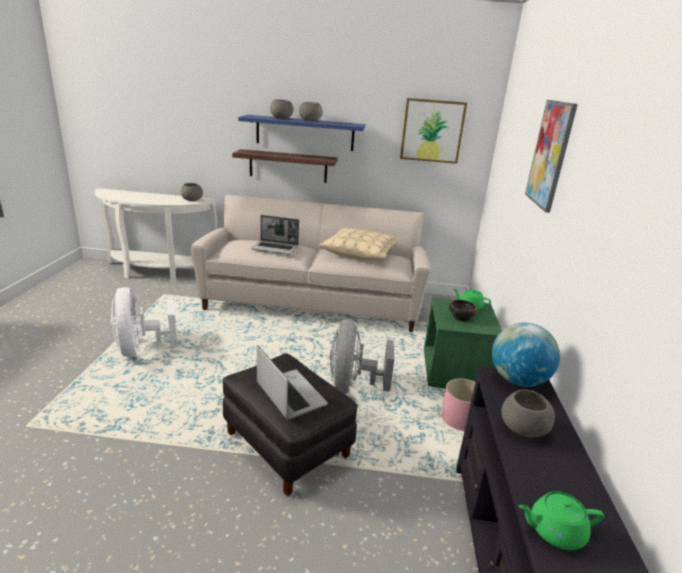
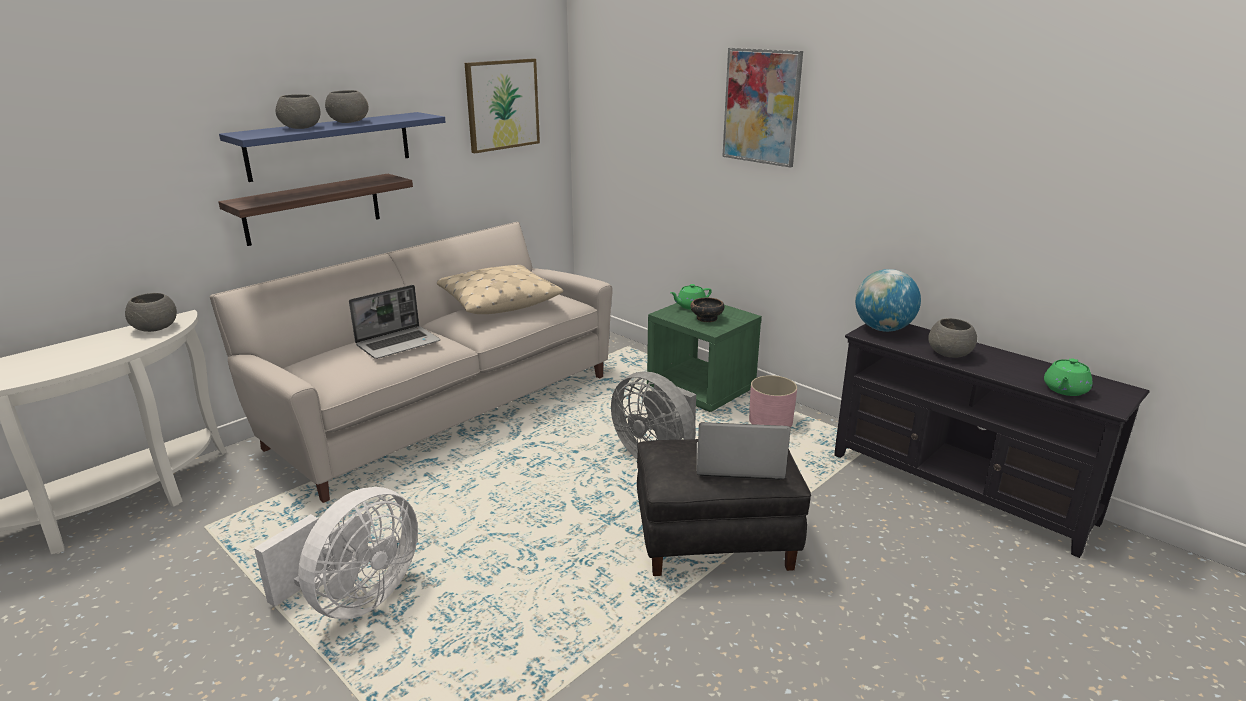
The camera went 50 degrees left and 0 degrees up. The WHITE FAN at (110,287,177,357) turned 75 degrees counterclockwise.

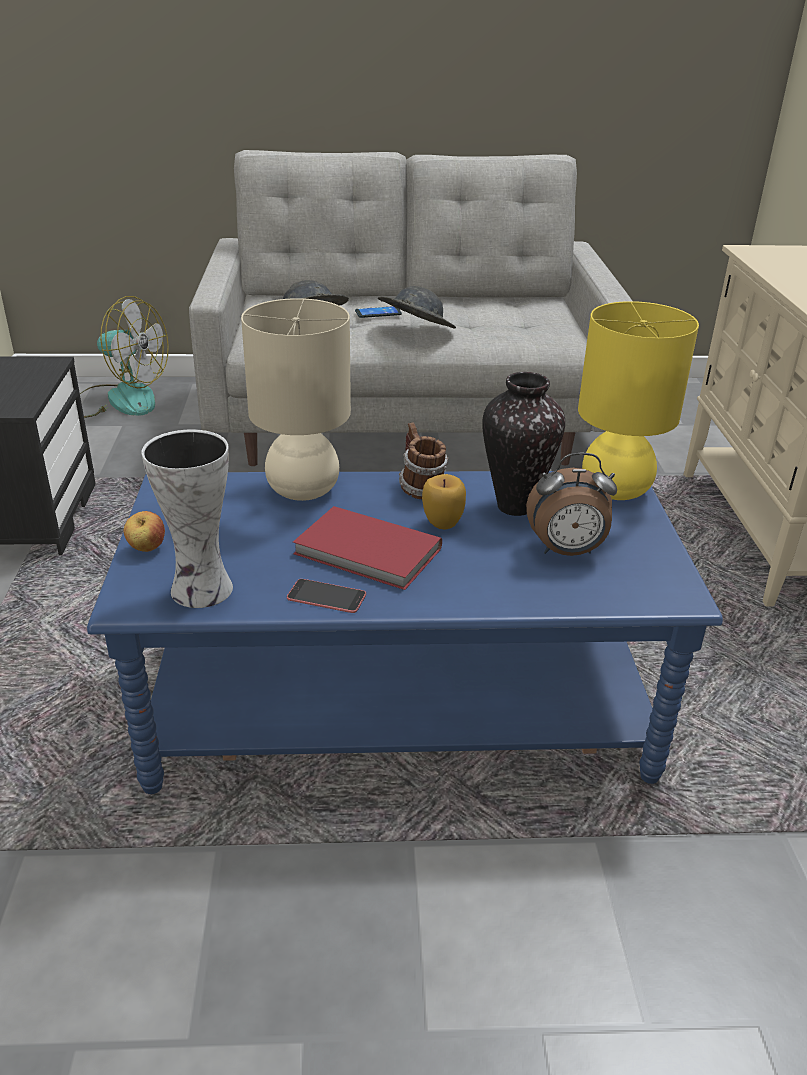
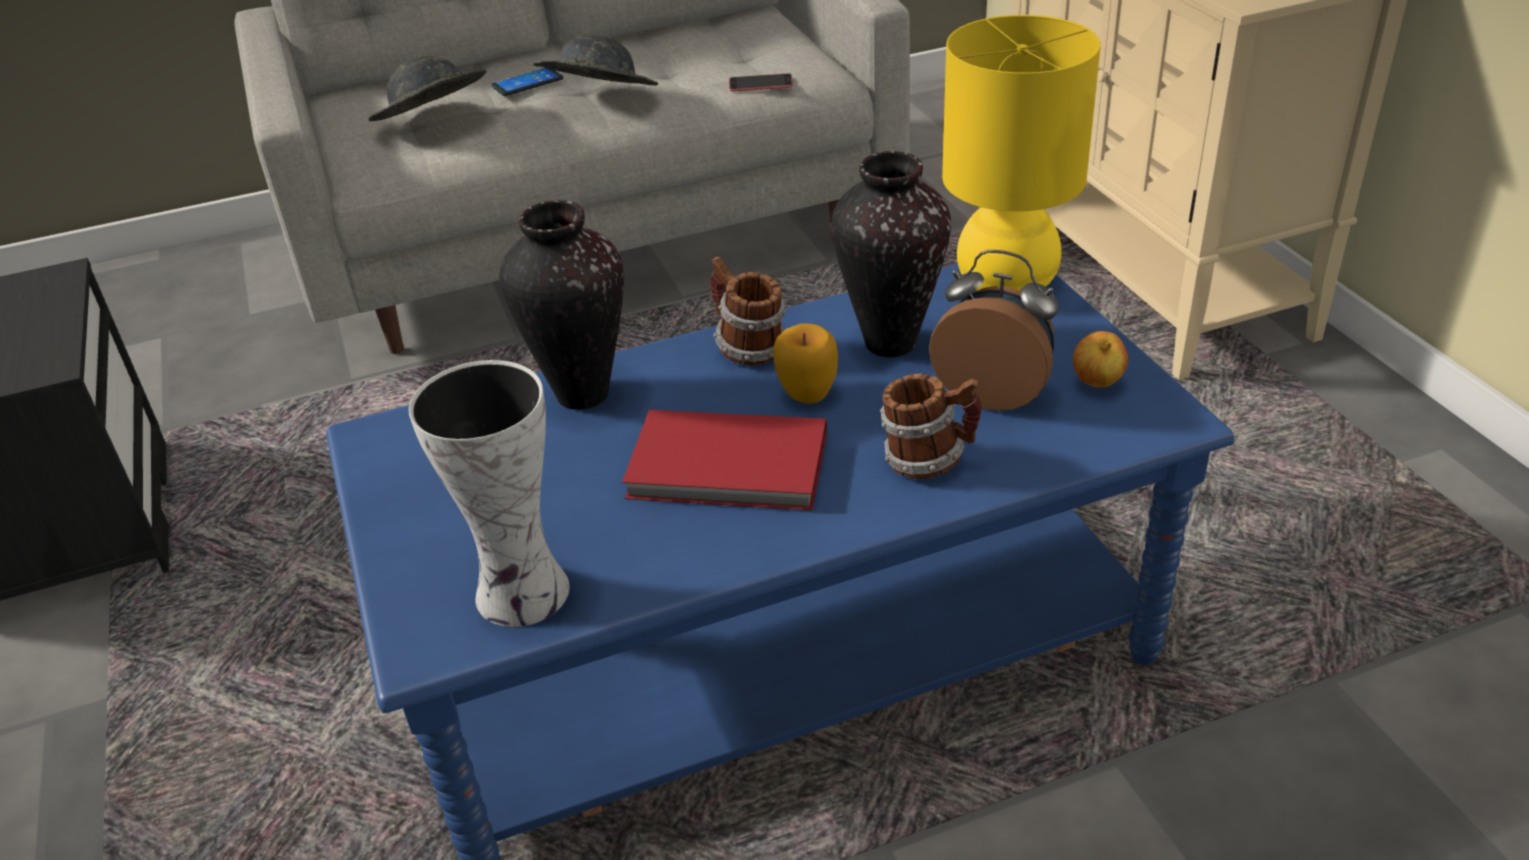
The camera went 15 degrees left and 5 degrees up. The FAN at (80,296,169,418) disappeared. The BEIGE TABLE LAMP at (241,298,351,501) was replaced by the VASE at (499,200,624,410). The ALARM CLOCK at (526,452,617,556) turned 135 degrees counterclockwise. The APPLE moved from (123,511,165,552) to (1073,331,1128,388). The PHONE moved from (287,579,366,613) to (729,73,793,91). The MUG at (880,373,982,479) appeared.

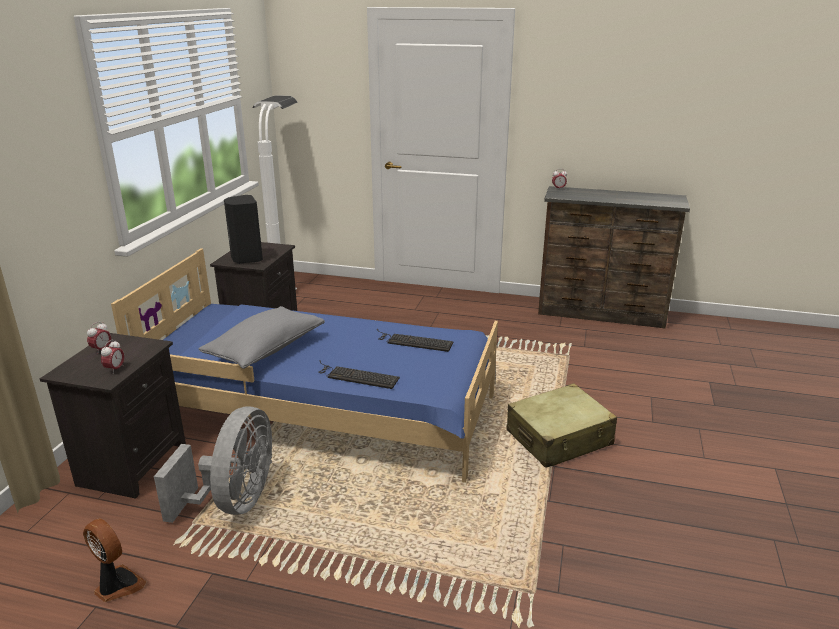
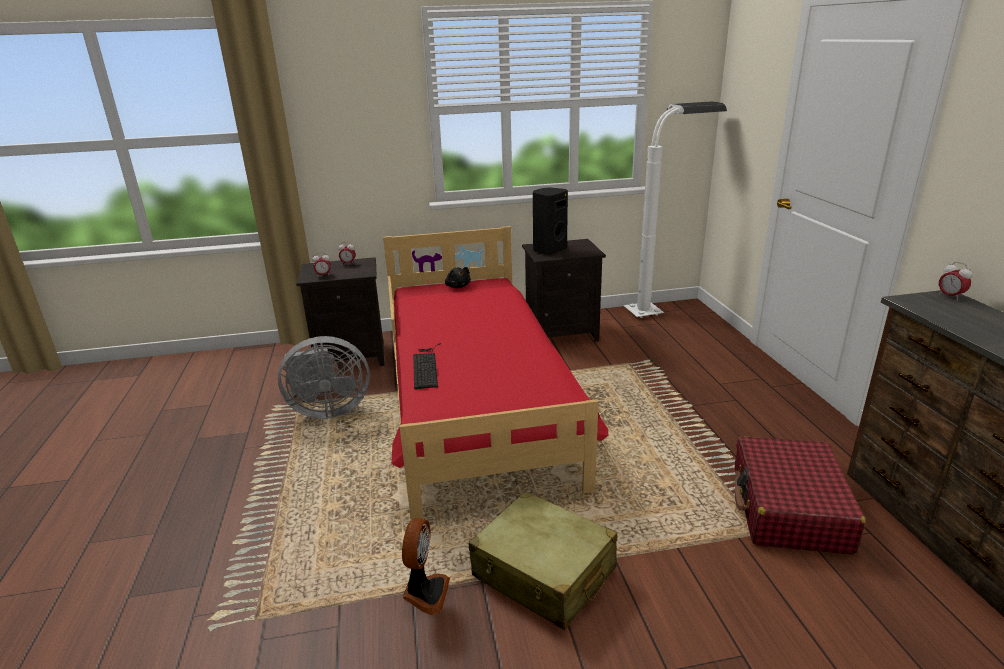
The camera went 65 degrees right and 0 degrees up. The BLUE BED at (111,248,498,483) became the RED BED at (383,226,608,520). The GREY PILLOW at (199,306,325,369) disappeared. The KEYBOARD at (377,329,453,352) disappeared. The FAN moved from (83,518,146,602) to (402,518,450,615). The BLACK PLUSH TOY at (445,267,471,288) appeared. The RED SUITCASE at (735,436,866,555) appeared.

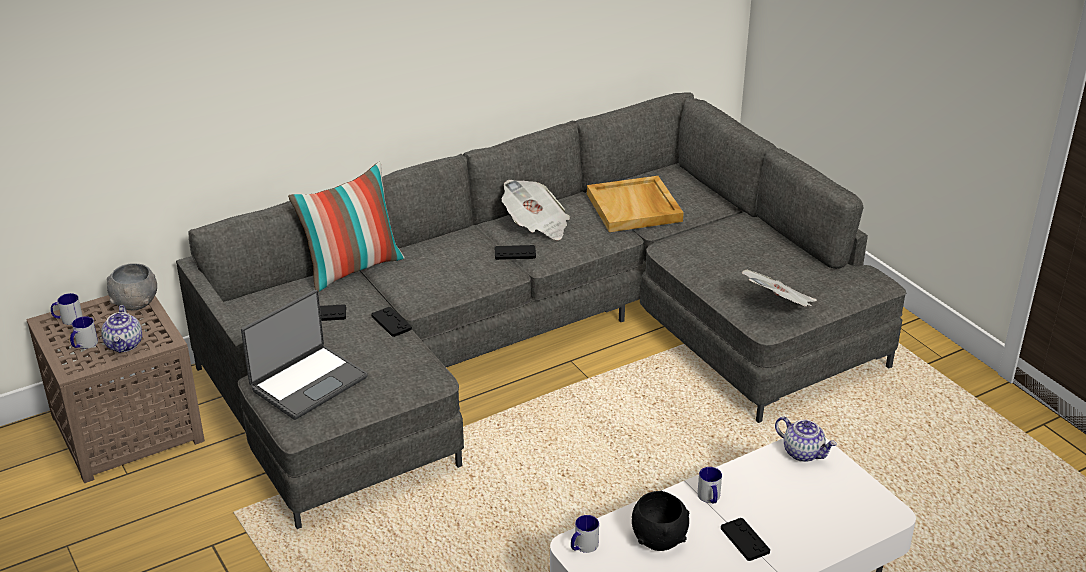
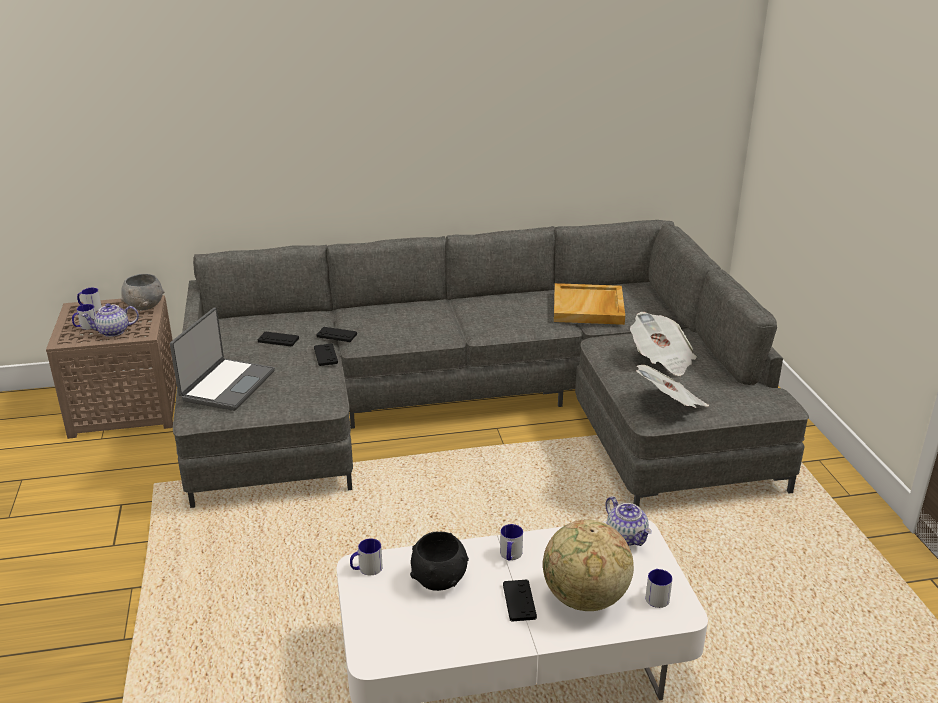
The camera went 20 degrees right and 5 degrees down. The PILLOW at (288,162,405,292) disappeared. The NEWSPAPER moved from (501,180,570,240) to (630,312,697,376). The BLACK GAME CONTROLLER moved from (495,245,536,260) to (316,327,357,342). The LAPTOP at (241,290,368,420) turned 45 degrees counterclockwise. The TEAPOT at (101,305,142,353) turned 60 degrees clockwise. The GLOBE at (543,519,634,611) appeared. The MUG at (646,569,672,608) appeared.

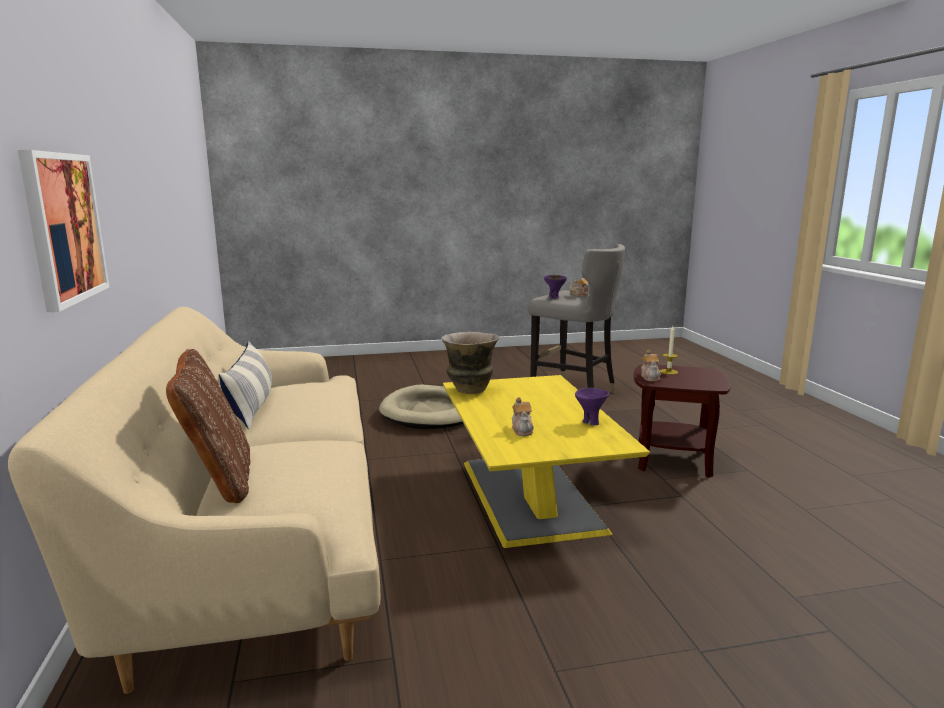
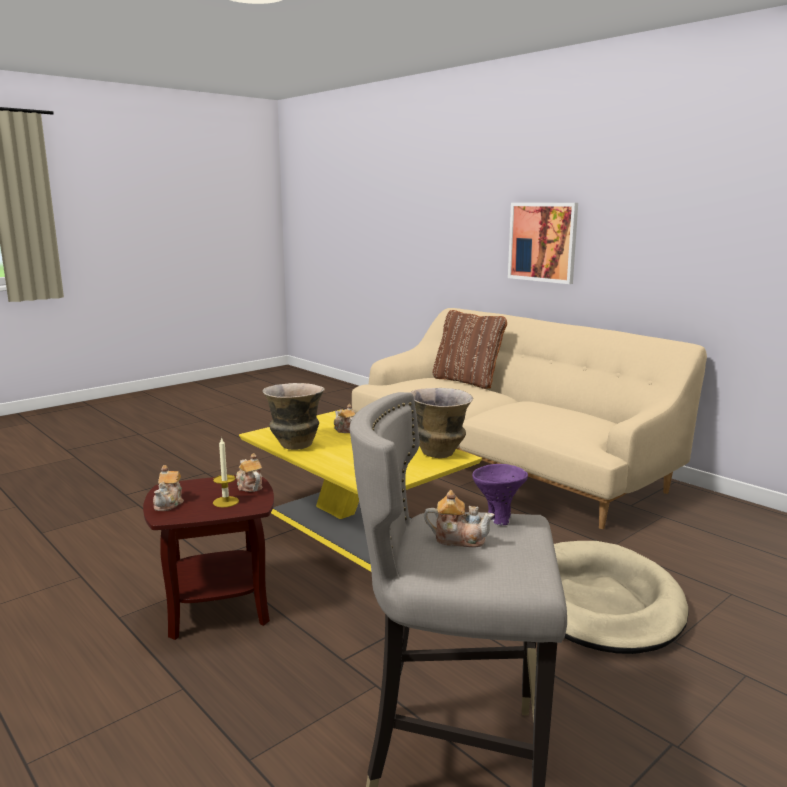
The camera went 150 degrees right and 0 degrees up. The PILLOW at (219,341,272,430) disappeared. The PURPLE BOWL at (575,388,609,426) was replaced by the VASE at (262,383,325,450). The TEAPOT at (153,465,184,511) appeared.

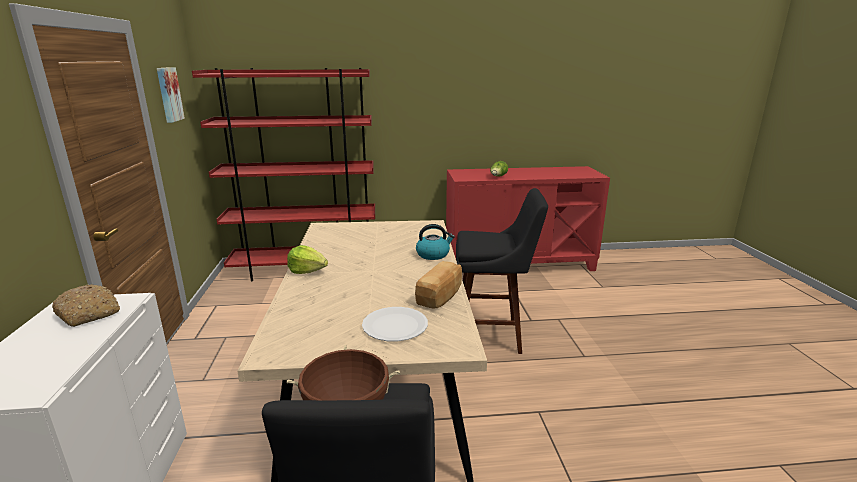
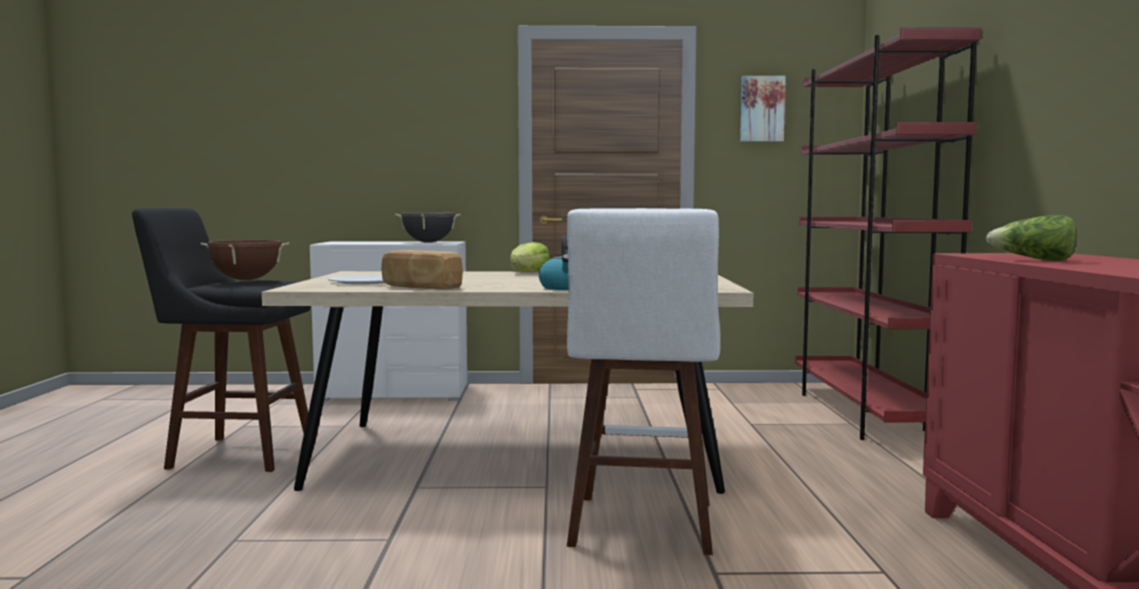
The camera went 95 degrees right and 15 degrees down. The BLACK STOOL at (456,188,548,354) became the WHITE STOOL at (567,208,721,555). The BREAD at (52,284,120,327) was replaced by the BLACK COOKING POT at (395,212,461,243).

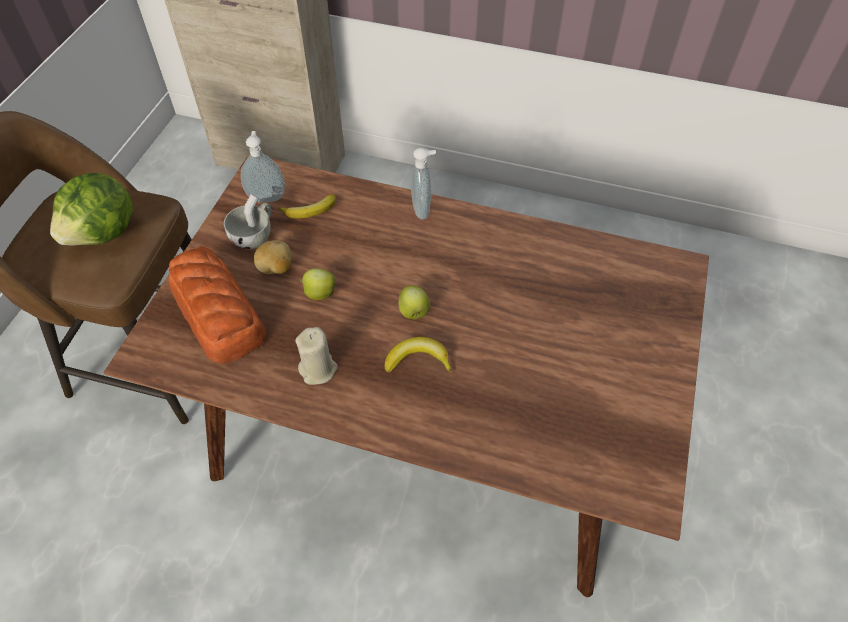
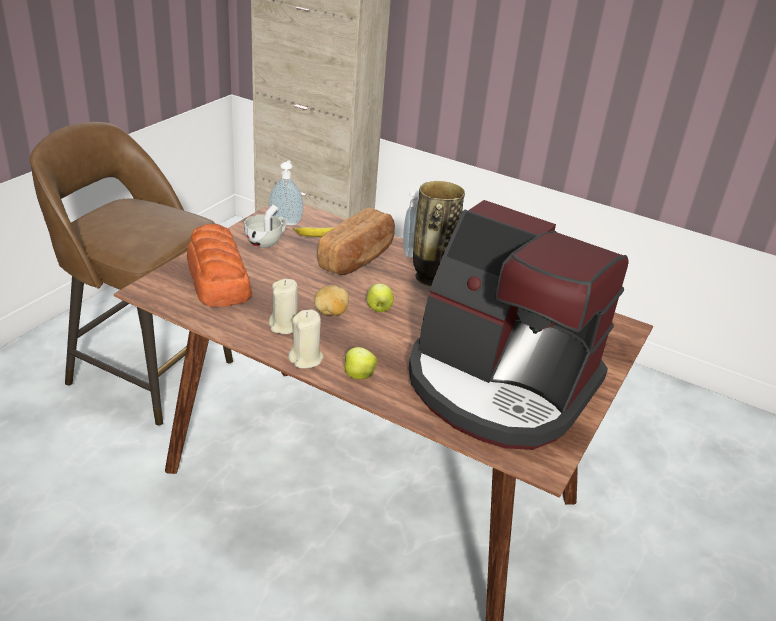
The camera went 10 degrees right and 20 degrees down. The LETTUCE at (50,173,133,246) disappeared. The POTATO moved from (254,240,292,274) to (314,285,349,316). The APPLE moved from (300,268,335,300) to (343,347,378,379). The BANANA at (385,337,452,373) disappeared. The VASE at (413,181,465,286) appeared. The COFFEE MACHINE at (408,200,629,450) appeared. The BREAD at (317,208,395,275) appeared. The BEIGE CANDLE at (288,309,324,368) appeared.

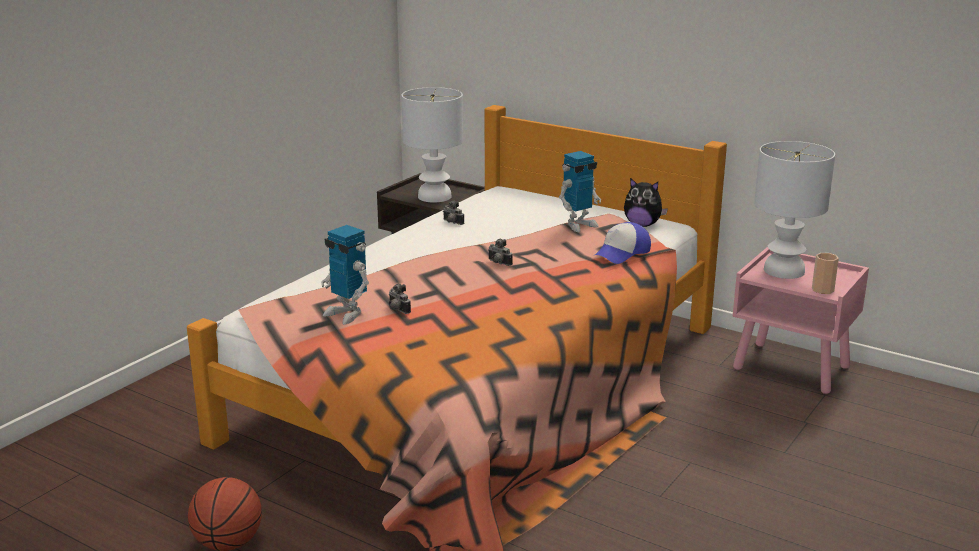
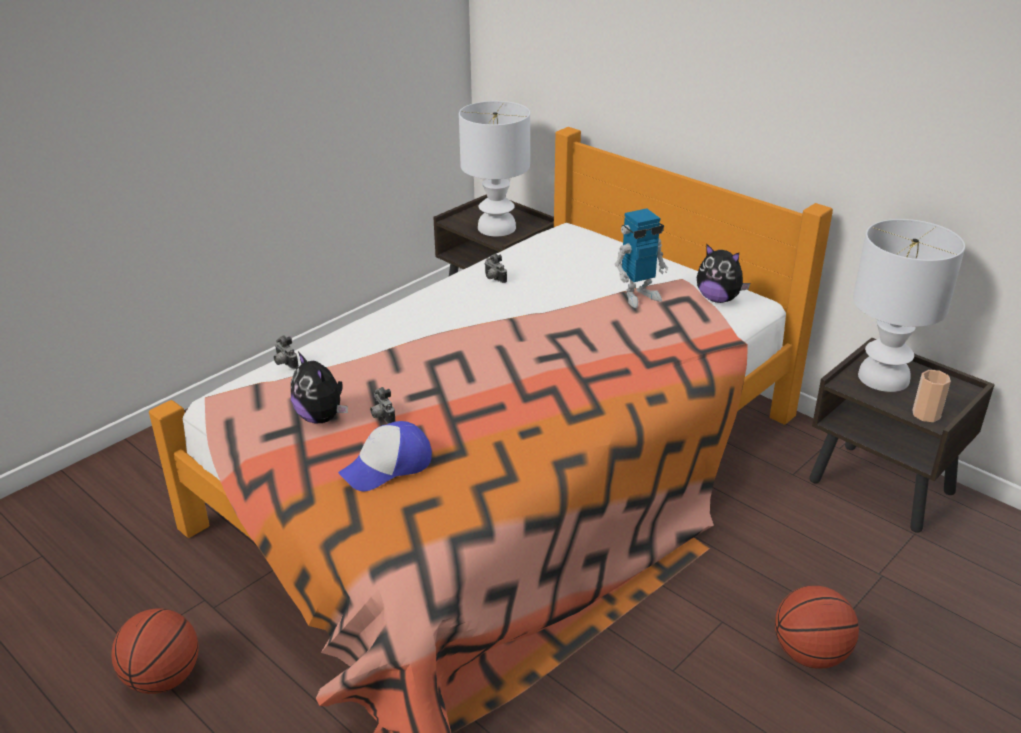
The camera went 10 degrees right and 10 degrees up. The CAP moved from (595,222,651,264) to (338,421,432,491). The TOY ROBOT at (321,225,369,325) was replaced by the PLUSH TOY at (291,352,348,423). The PHOTO CAMERA moved from (488,239,513,266) to (274,335,299,369). The PINK NIGHTSTAND at (733,247,869,394) became the BROWN NIGHTSTAND at (809,338,995,533). The BASKETBALL at (775,585,859,668) appeared.

